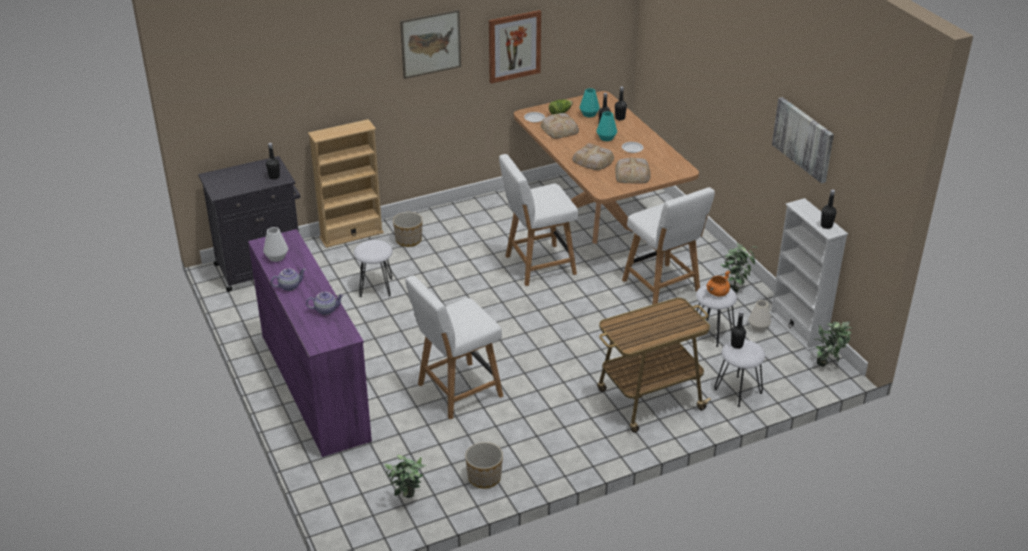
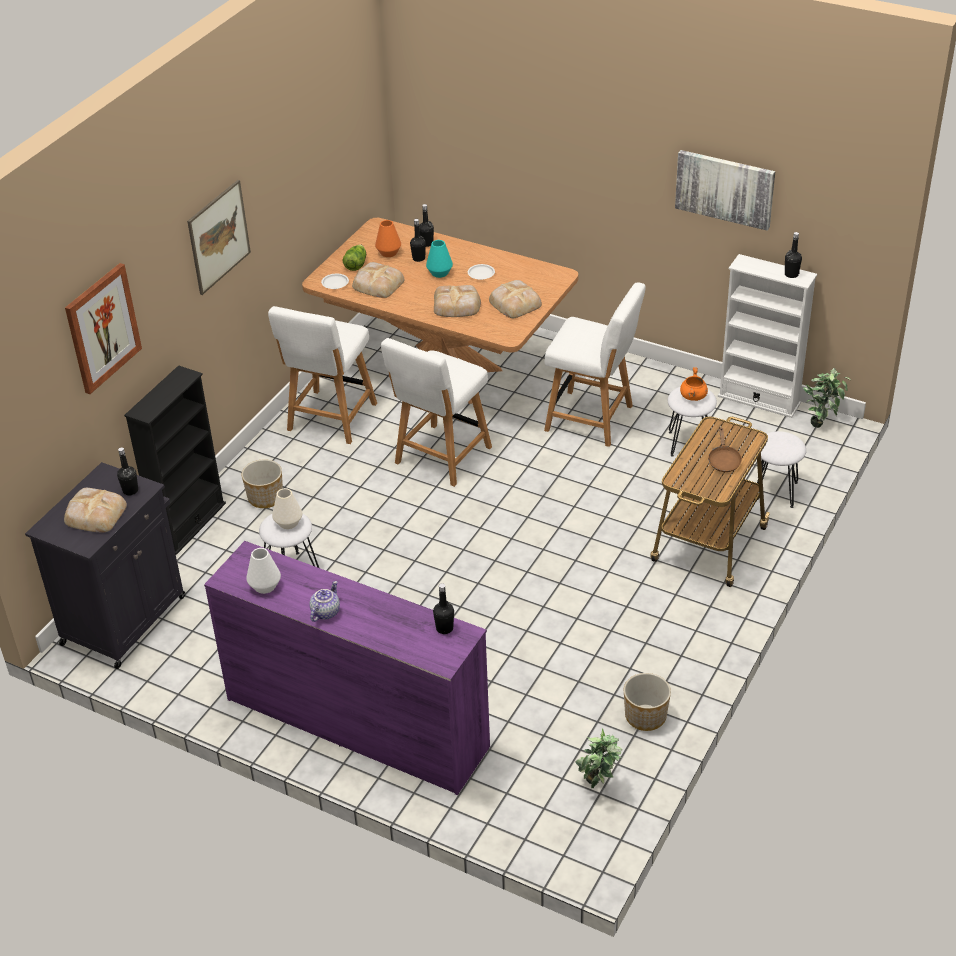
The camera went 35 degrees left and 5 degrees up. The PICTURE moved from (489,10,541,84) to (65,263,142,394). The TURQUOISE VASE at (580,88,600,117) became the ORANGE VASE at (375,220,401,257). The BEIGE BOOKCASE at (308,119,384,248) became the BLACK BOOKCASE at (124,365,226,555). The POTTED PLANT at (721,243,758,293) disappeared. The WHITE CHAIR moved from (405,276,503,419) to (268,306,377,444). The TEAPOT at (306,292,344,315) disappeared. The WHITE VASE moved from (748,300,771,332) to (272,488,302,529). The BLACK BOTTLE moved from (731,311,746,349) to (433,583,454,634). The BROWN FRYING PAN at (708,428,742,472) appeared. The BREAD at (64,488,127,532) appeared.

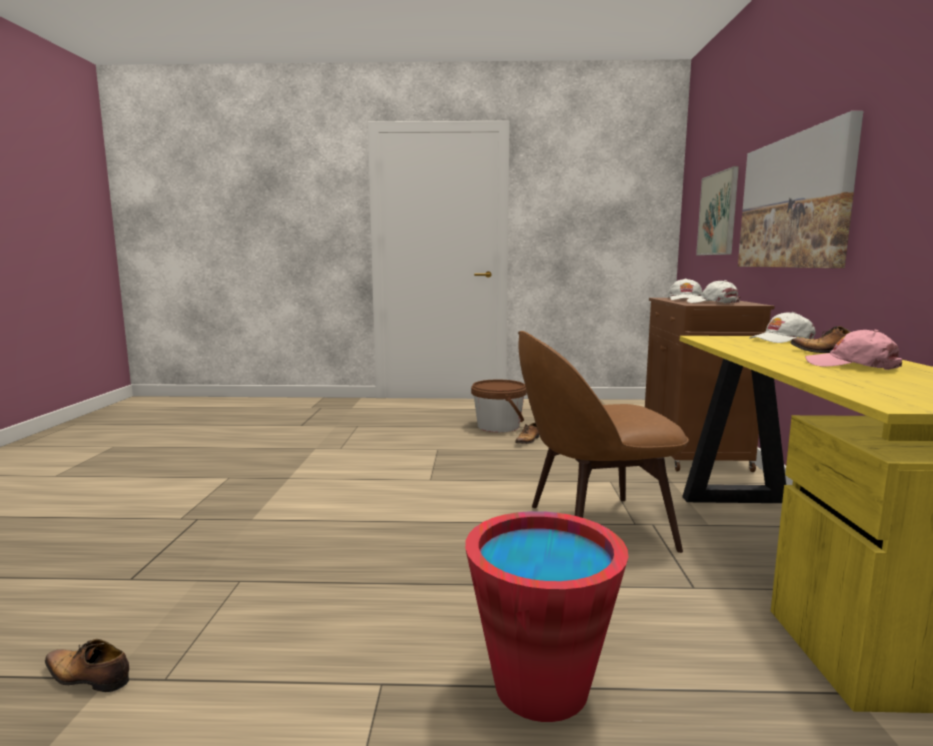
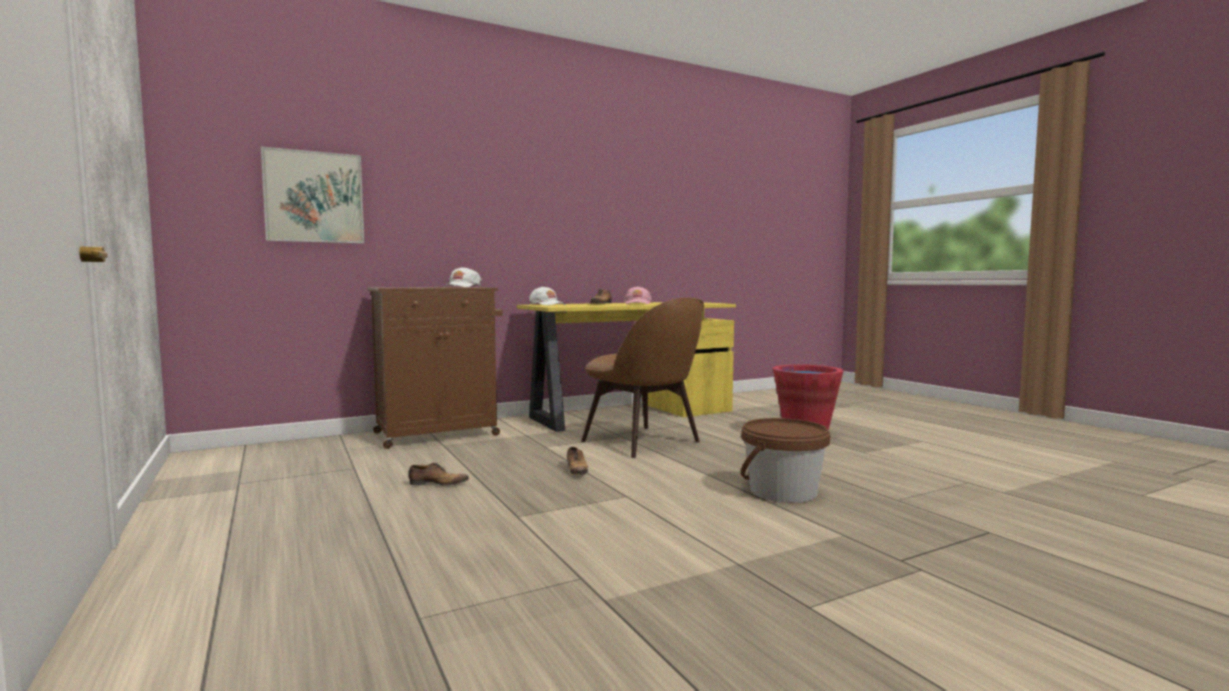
The camera went 120 degrees left and 5 degrees down. The PICTURE at (738,111,863,268) disappeared. The WHITE CAP at (668,278,702,300) disappeared. The BROWN BUCKET moved from (471,380,527,433) to (741,418,830,503). The SHOE moved from (45,639,129,692) to (567,447,588,475).

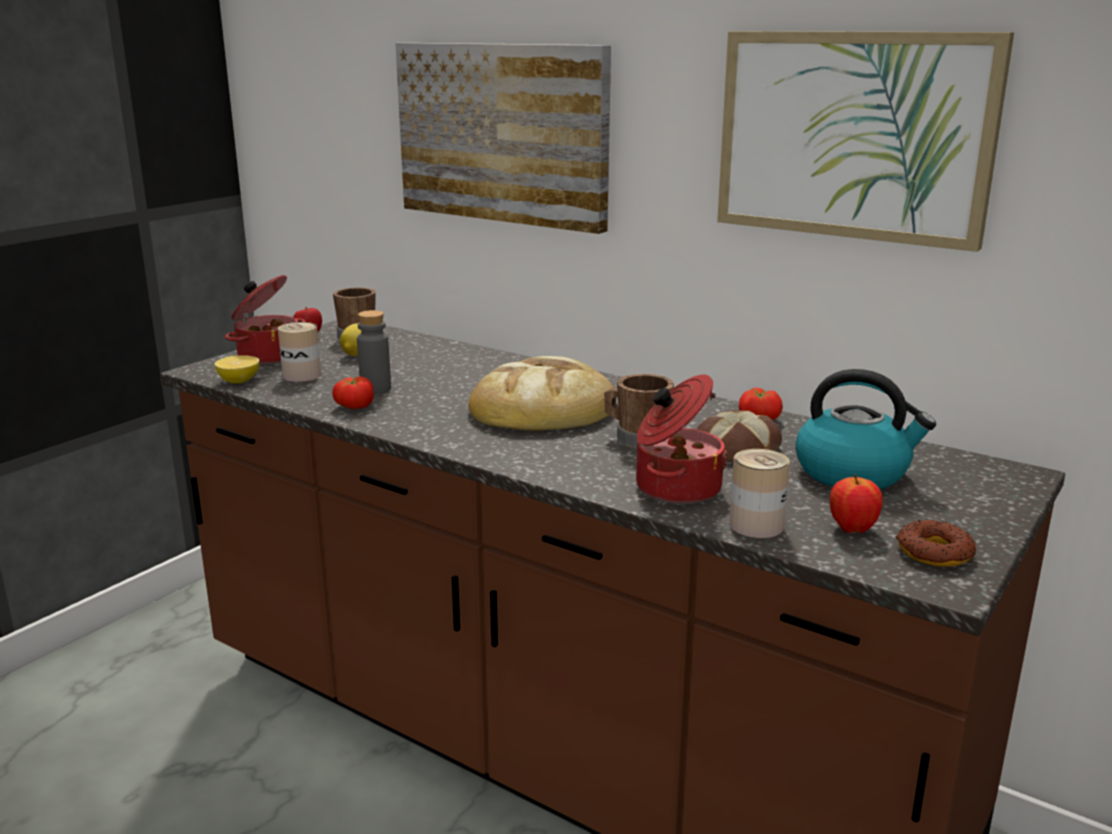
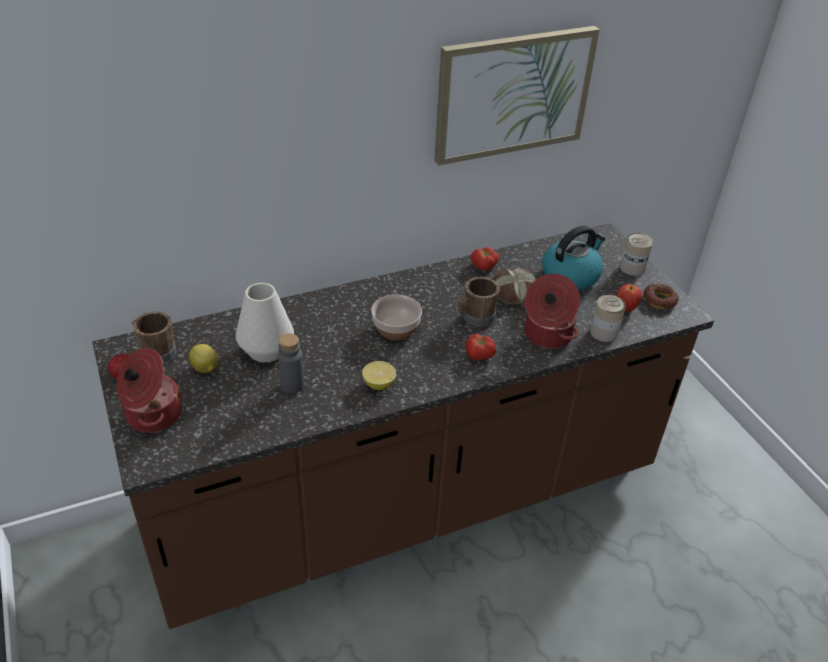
The camera went 60 degrees left and 20 degrees up. The PICTURE at (395,43,611,234) disappeared. The CAN moved from (278,322,321,382) to (620,233,653,276). The LEMON moved from (215,355,259,384) to (362,361,396,390). The BREAD at (468,356,614,431) was replaced by the BOWL at (371,294,422,340). The TOMATO moved from (332,377,374,409) to (466,334,496,360). The WHITE VASE at (236,283,294,362) appeared.

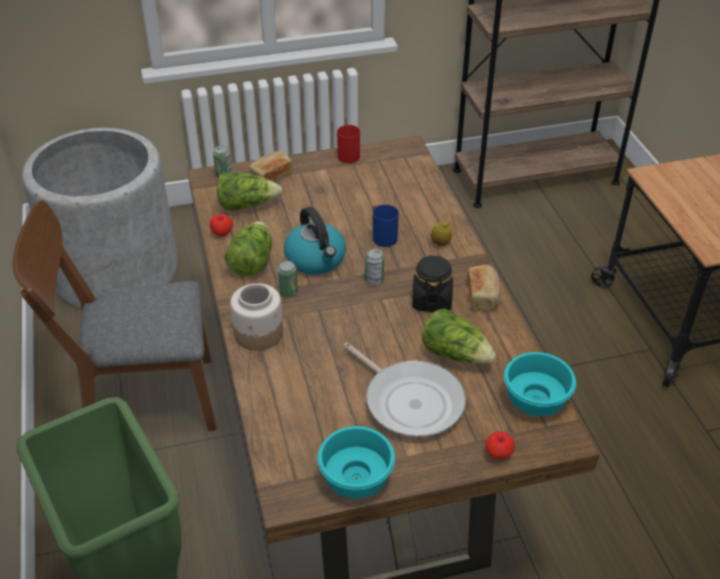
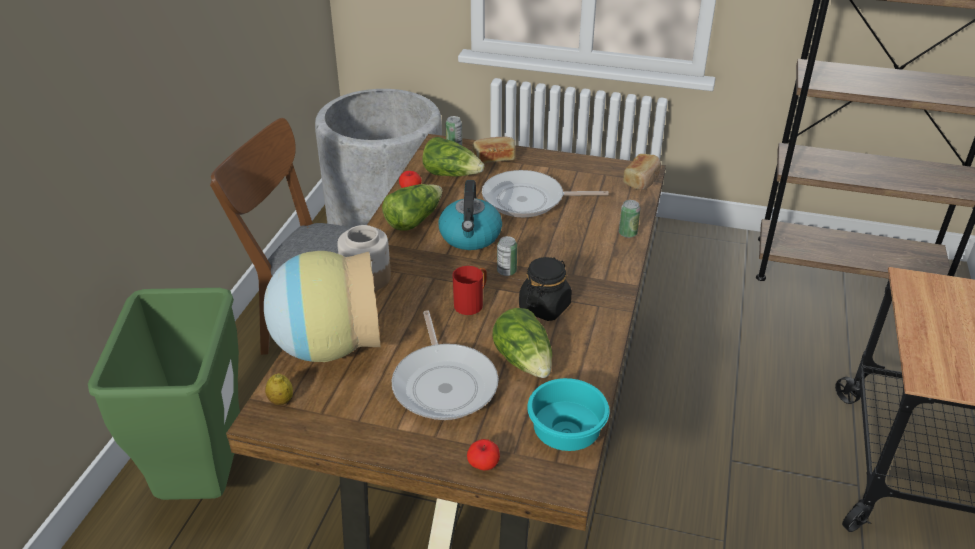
The camera went 30 degrees right and 5 degrees down. The RED MUG moved from (337,125,360,163) to (453,266,487,315). The BLUE MUG at (373,205,399,247) disappeared. The LEMON moved from (431,221,452,246) to (265,374,293,405). The CAN moved from (277,260,298,298) to (619,200,640,238). The BREAD moved from (467,265,501,312) to (623,154,661,190). The TURQUOISE BOWL at (318,426,395,498) disappeared. The FRYING PAN at (482,170,609,217) appeared. The VASE at (264,251,381,362) appeared.

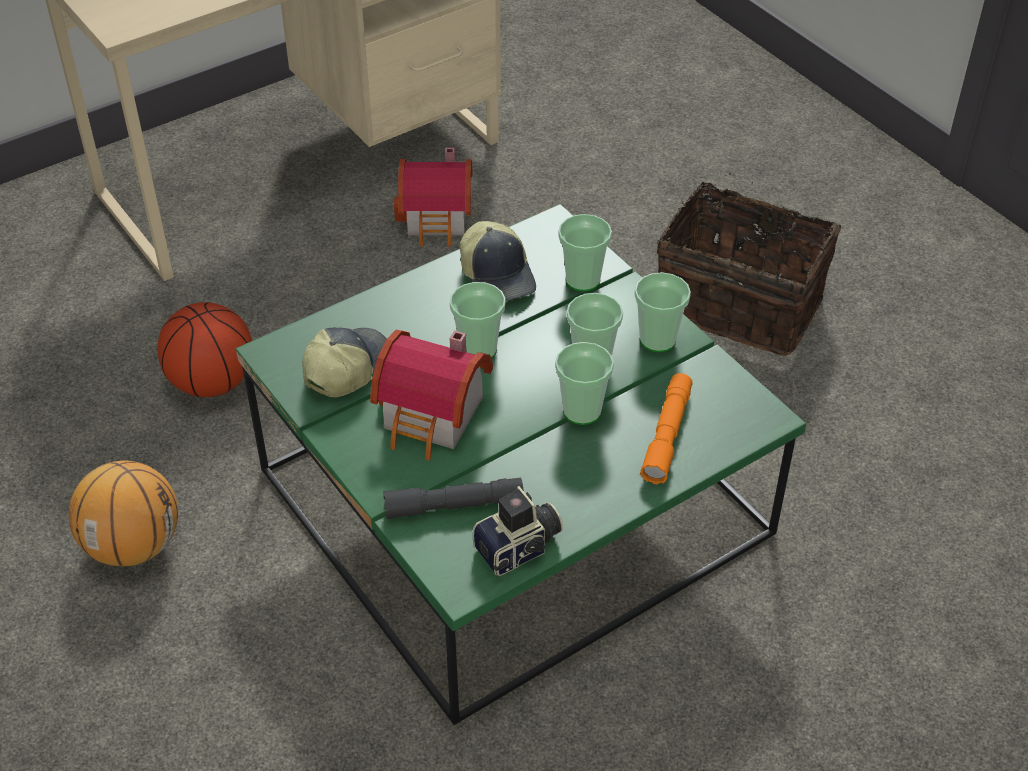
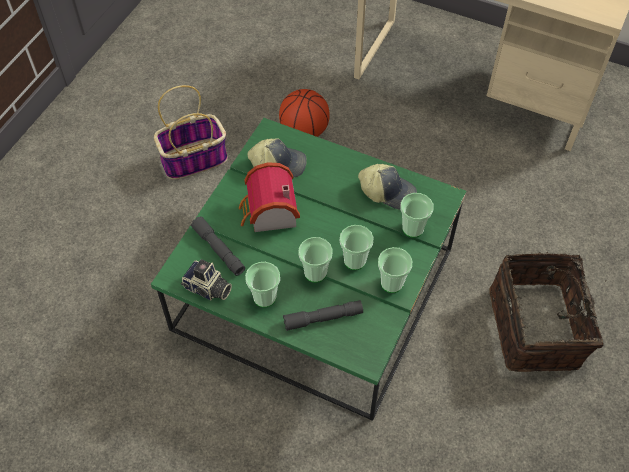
The camera went 60 degrees right and 10 degrees up. The TOY HOUSE at (394,148,472,247) disappeared. The CAP at (459,221,536,301) turned 105 degrees counterclockwise. The CUP moved from (450,282,506,358) to (245,262,280,308). The ORANGE FLASHLIGHT at (640,373,693,484) became the GREY FLASHLIGHT at (283,300,363,331). The BASKETBALL at (69,461,178,566) was replaced by the BASKET at (154,85,228,179).

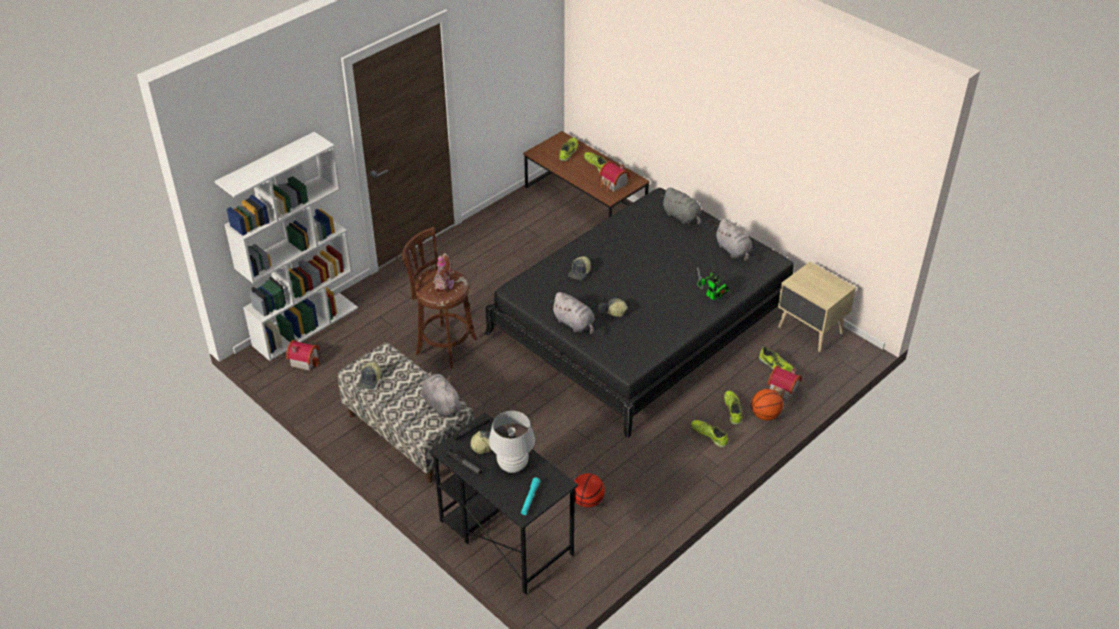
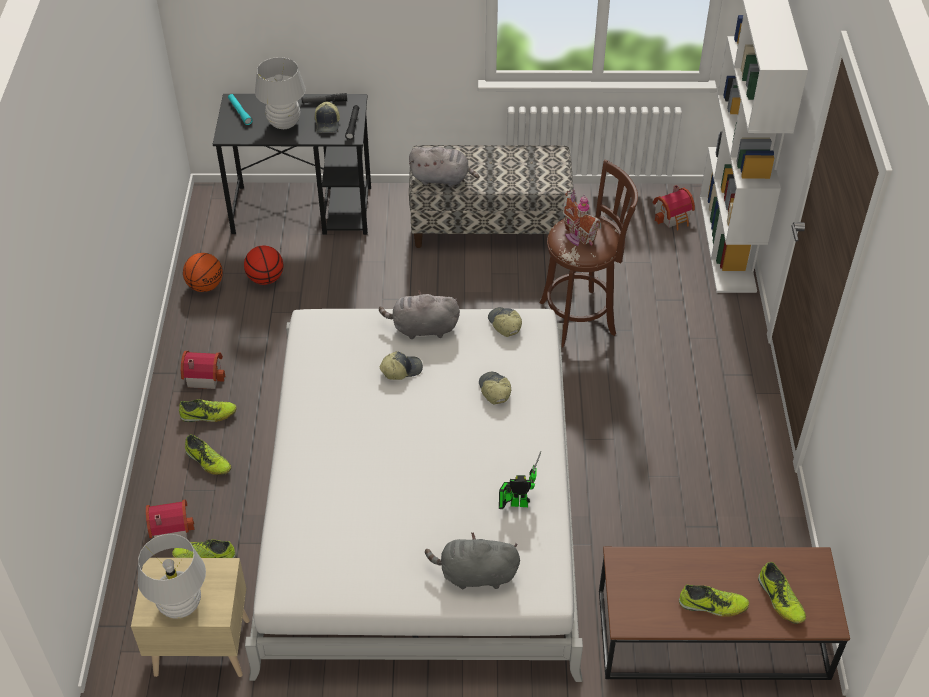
The camera went 135 degrees right and 5 degrees up. The TOY HOUSE moved from (599,161,630,192) to (181,351,226,389). The BLACK BED at (484,188,794,438) became the WHITE BED at (245,309,583,682). The GREY PLUSH TOY at (716,218,752,261) disappeared. The TOY ROBOT moved from (697,267,730,300) to (499,451,541,509). The CAP moved from (358,362,381,390) to (488,307,522,337). The BASKETBALL moved from (751,389,783,421) to (183,253,223,292). The WHITE TABLE LAMP at (138,534,206,619) appeared.

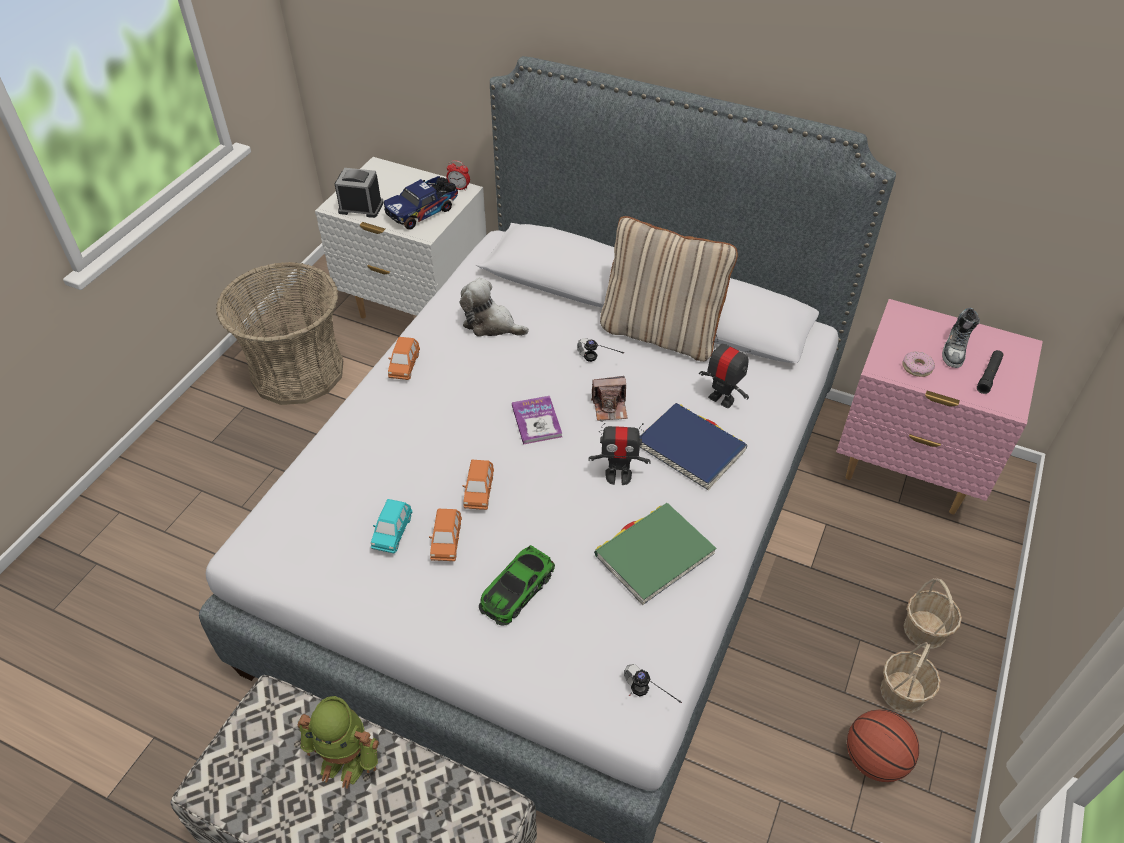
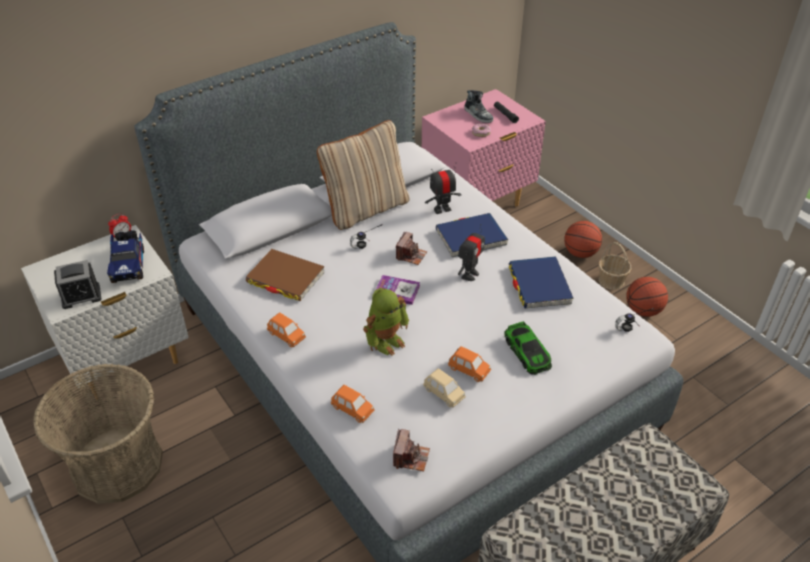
The camera went 60 degrees left and 5 degrees down. The ALARM CLOCK at (335,168,384,218) turned 150 degrees counterclockwise. The PLUSH TOY at (460,278,529,337) was replaced by the BROWN BOOK at (246,249,325,301). The ORANGE TOY CAR moved from (463,460,494,510) to (331,385,375,423). The TURQUOISE TOY CAR at (371,499,412,553) became the BEIGE TOY CAR at (423,368,466,408). The GREEN BOOK at (594,503,717,605) became the BLUE BOOK at (509,256,574,309). The BASKET at (903,578,962,649) was replaced by the BASKETBALL at (564,221,602,258). The TOY ROBOT moved from (298,696,379,789) to (363,288,409,356). The PHOTO CAMERA at (393,429,430,471) appeared.

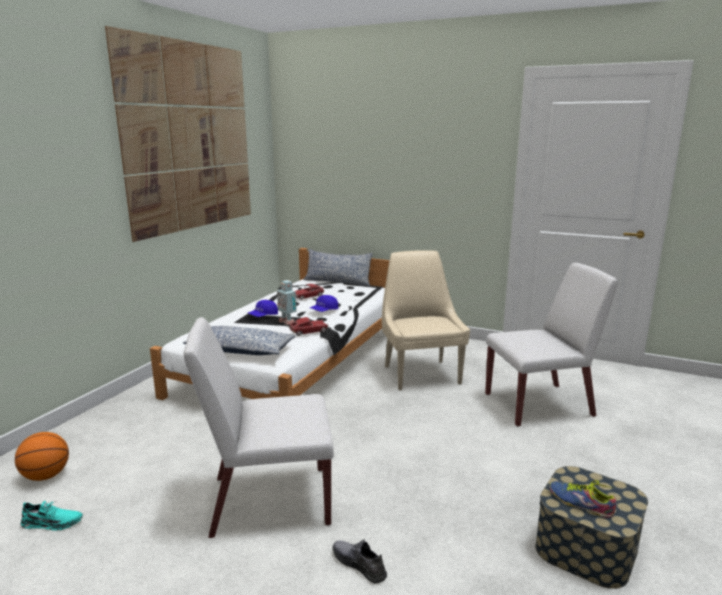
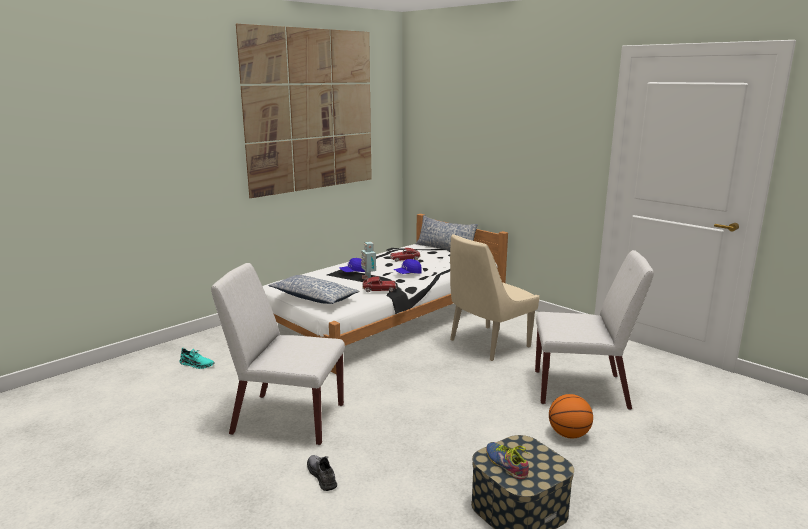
The camera went 20 degrees right and 0 degrees up. The BEIGE CHAIR at (382,250,470,391) turned 135 degrees counterclockwise. The BASKETBALL moved from (15,432,69,481) to (549,394,593,438). The TURQUOISE SHOE moved from (21,501,83,531) to (180,348,214,369).

